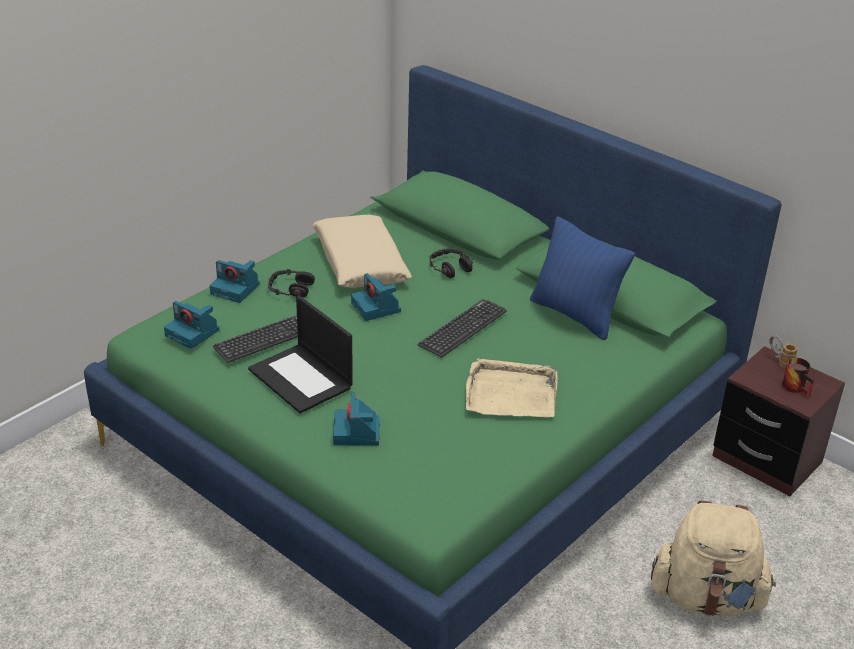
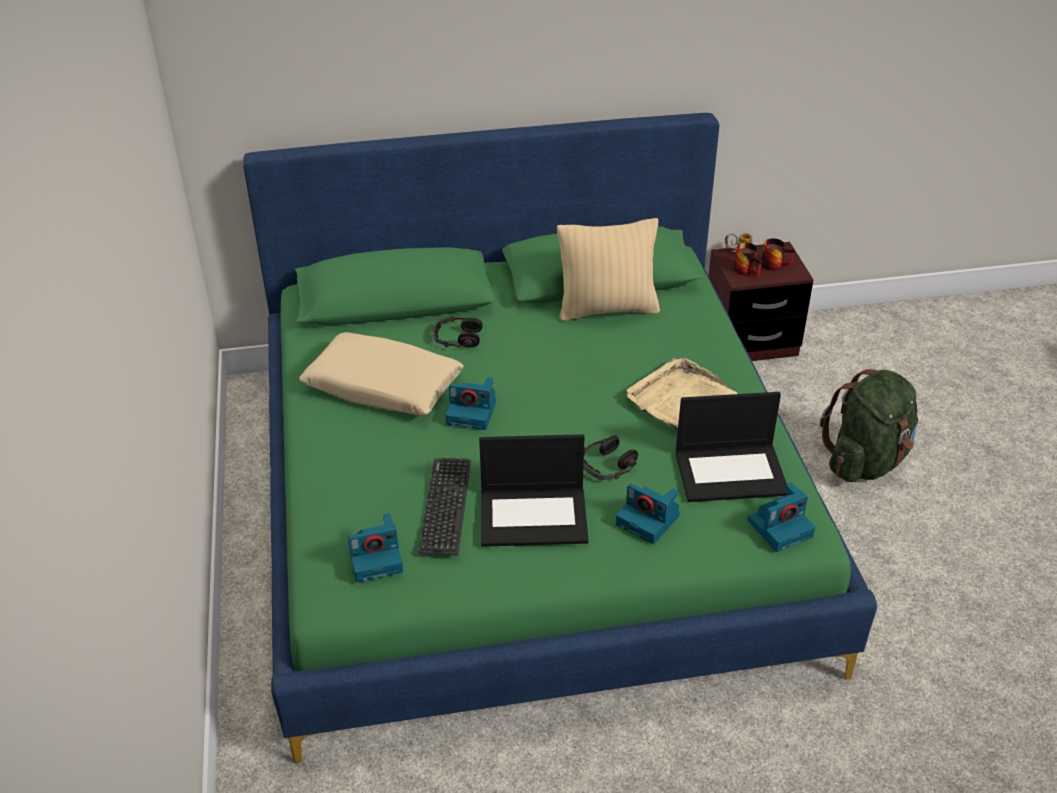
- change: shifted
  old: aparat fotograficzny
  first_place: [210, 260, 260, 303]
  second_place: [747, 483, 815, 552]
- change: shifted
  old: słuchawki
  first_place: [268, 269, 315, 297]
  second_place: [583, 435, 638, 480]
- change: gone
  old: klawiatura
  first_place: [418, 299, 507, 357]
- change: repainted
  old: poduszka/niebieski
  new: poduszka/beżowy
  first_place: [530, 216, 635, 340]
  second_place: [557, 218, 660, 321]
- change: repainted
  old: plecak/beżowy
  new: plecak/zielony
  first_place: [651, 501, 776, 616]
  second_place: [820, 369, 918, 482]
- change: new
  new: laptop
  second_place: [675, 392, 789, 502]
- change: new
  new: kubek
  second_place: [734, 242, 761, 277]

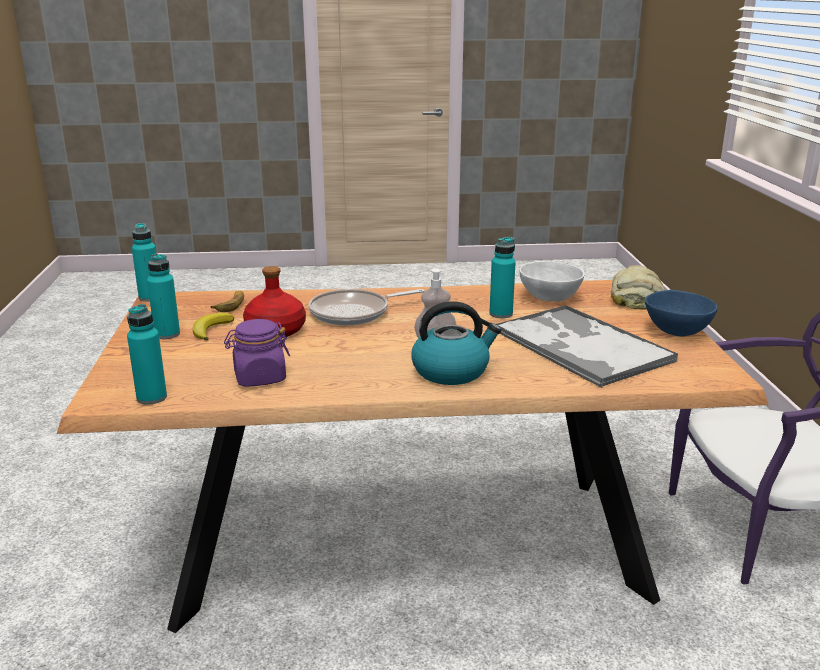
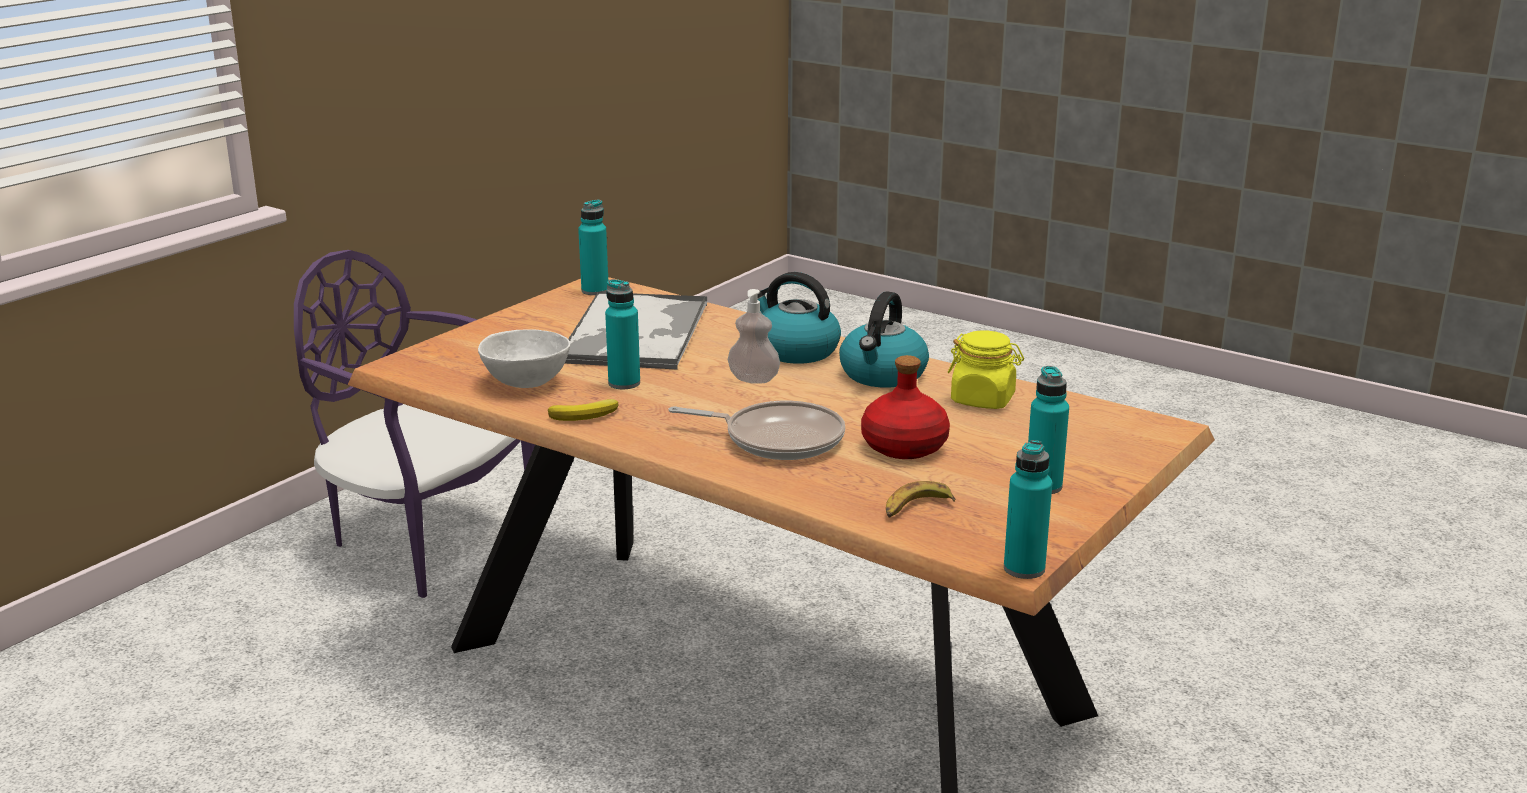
- change: shifted
  old: butelka/turkusowy
  first_place: [127, 304, 167, 405]
  second_place: [578, 200, 608, 295]
- change: shifted
  old: banan
  first_place: [193, 313, 234, 341]
  second_place: [548, 399, 619, 421]
- change: repainted
  old: słoik/fioletowy
  new: słoik/żółty
  first_place: [224, 319, 290, 387]
  second_place: [948, 330, 1024, 409]
- change: gone
  old: chleb
  first_place: [611, 265, 665, 310]
- change: gone
  old: miska/niebieski
  first_place: [645, 290, 718, 336]
- change: new
  new: czajnik
  second_place: [839, 291, 929, 387]

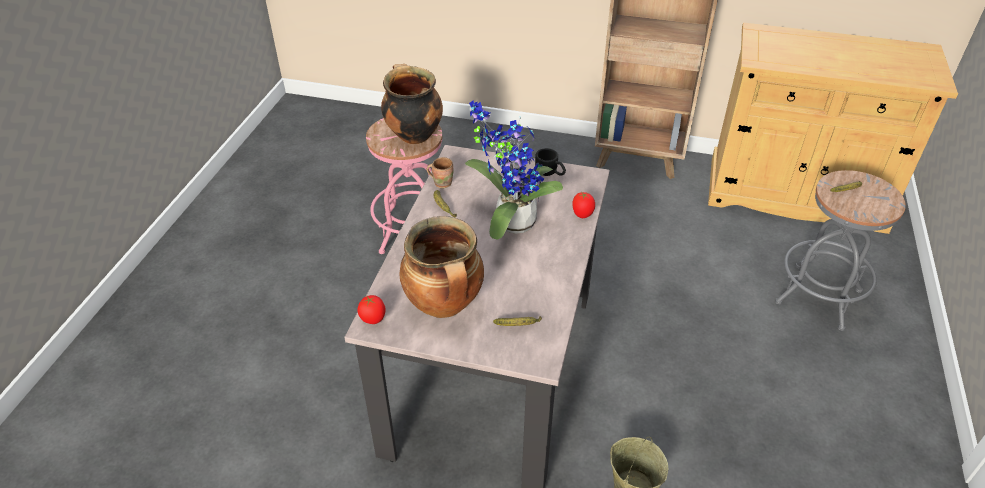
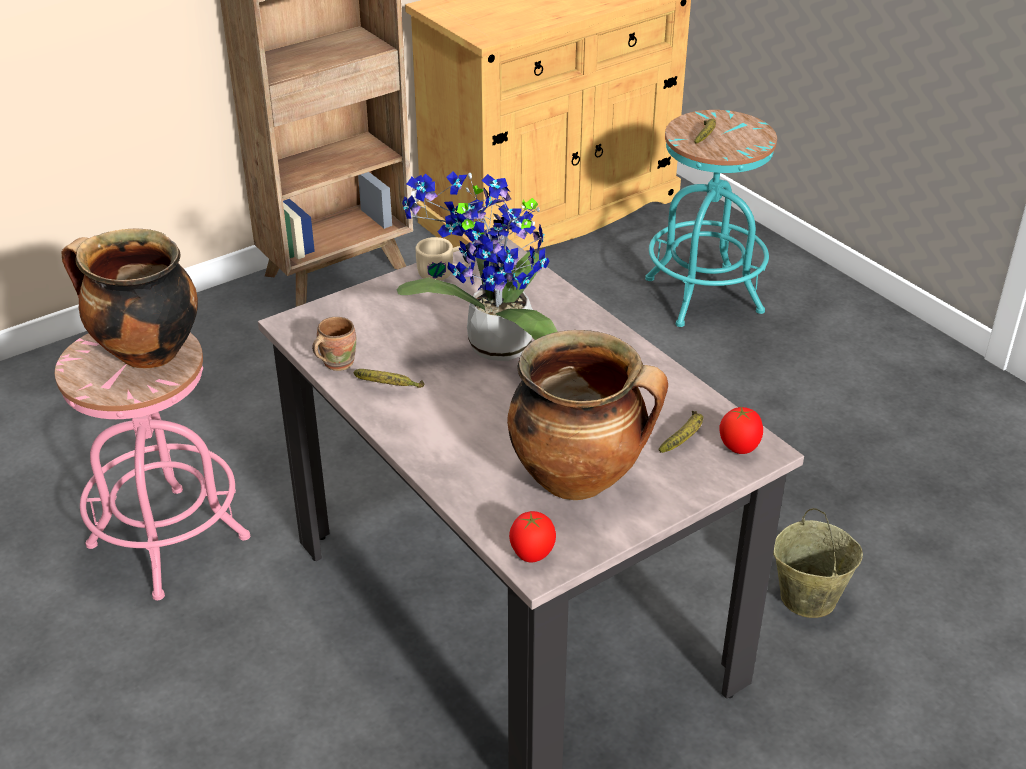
- change: repainted
  old: kubek/czarny
  new: kubek/beżowy
  first_place: [535, 148, 566, 176]
  second_place: [416, 237, 469, 281]
- change: shifted
  old: pomidor
  first_place: [572, 192, 595, 218]
  second_place: [720, 407, 763, 454]
- change: repainted
  old: stołek/szary
  new: stołek/turkusowy
  first_place: [775, 170, 906, 331]
  second_place: [645, 110, 777, 327]

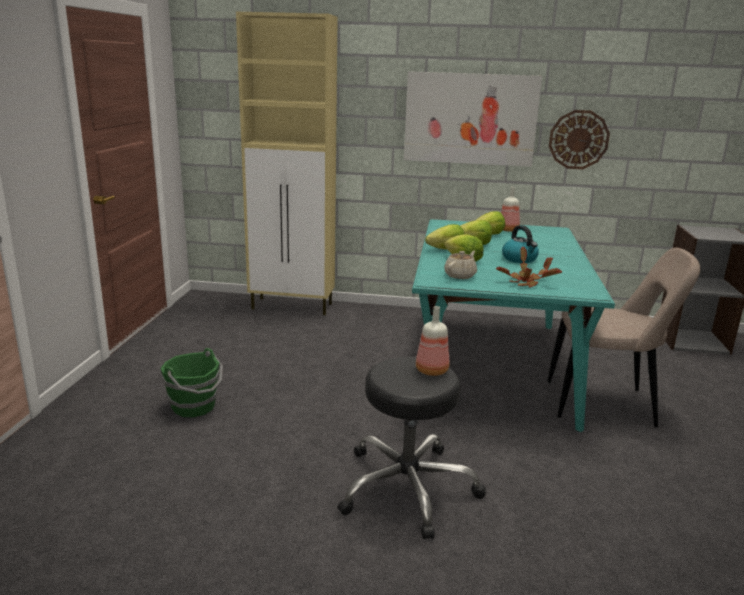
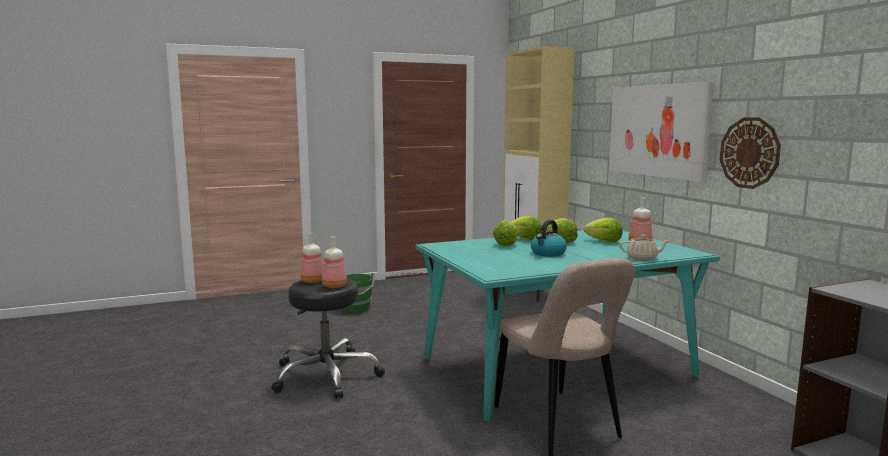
- change: shifted
  old: imbryk/beżowy
  first_place: [444, 251, 477, 279]
  second_place: [619, 235, 670, 260]
- change: gone
  old: roślina doniczkowa
  first_place: [496, 247, 562, 288]
- change: new
  new: butelka
  second_place: [300, 233, 323, 283]

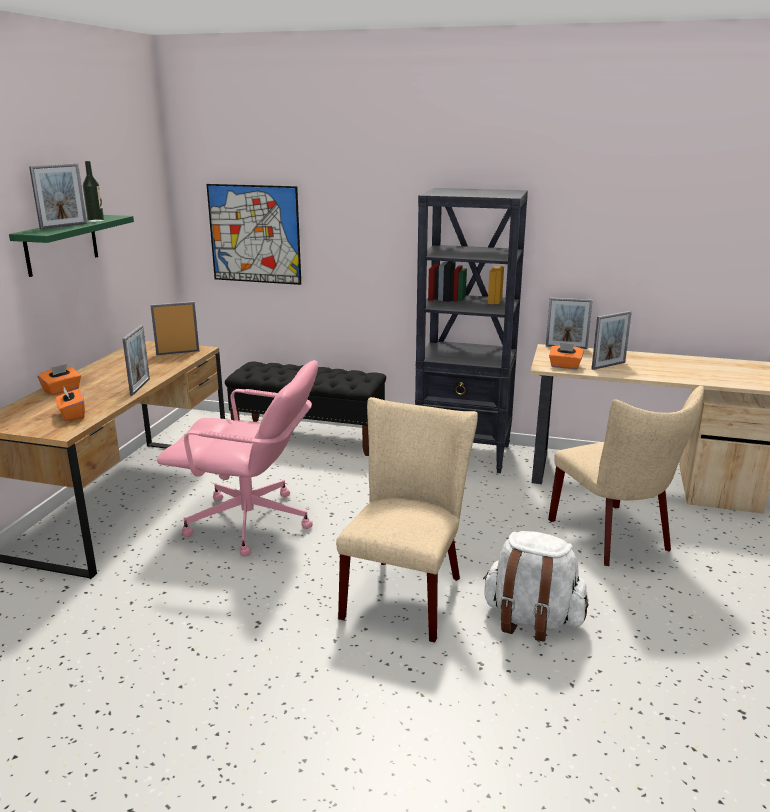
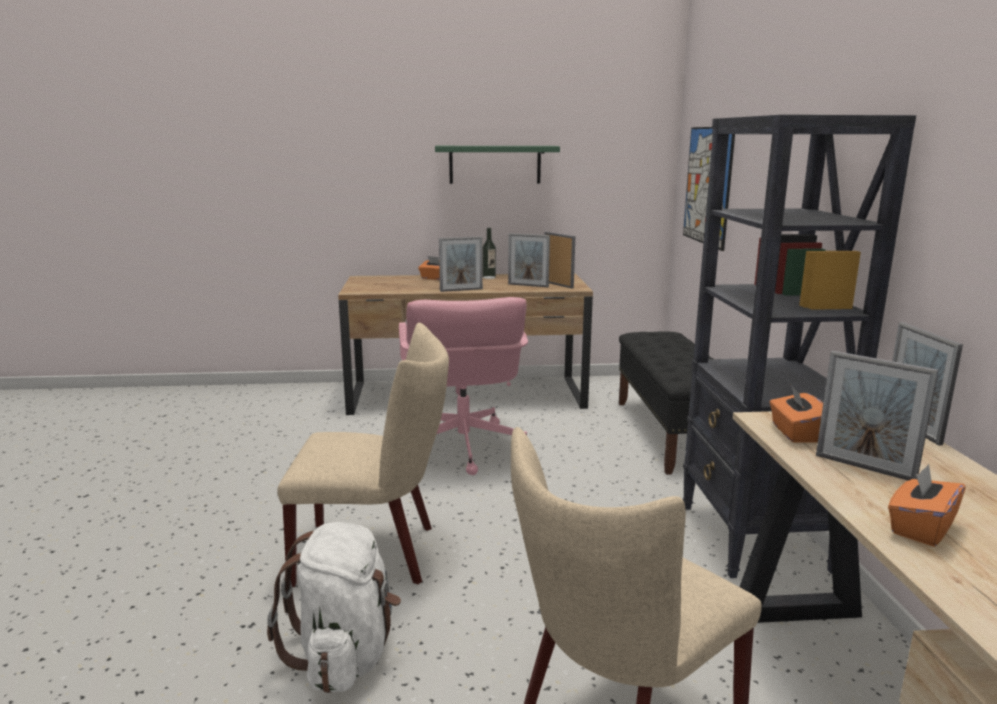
- change: shifted
  old: ramka na zdjęcie
  first_place: [29, 163, 87, 229]
  second_place: [508, 233, 550, 287]
- change: shifted
  old: pudełko chusteczek/pomarańczowy
  first_place: [56, 385, 85, 421]
  second_place: [888, 464, 966, 547]
- change: shifted
  old: butelka
  first_place: [83, 161, 104, 222]
  second_place: [482, 228, 496, 279]

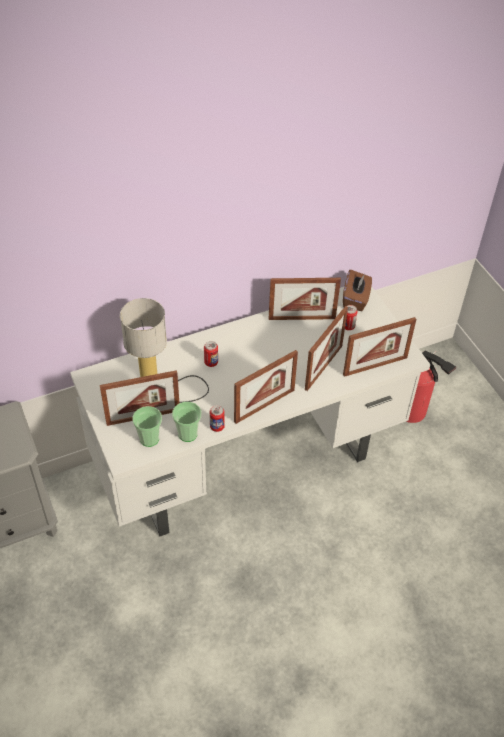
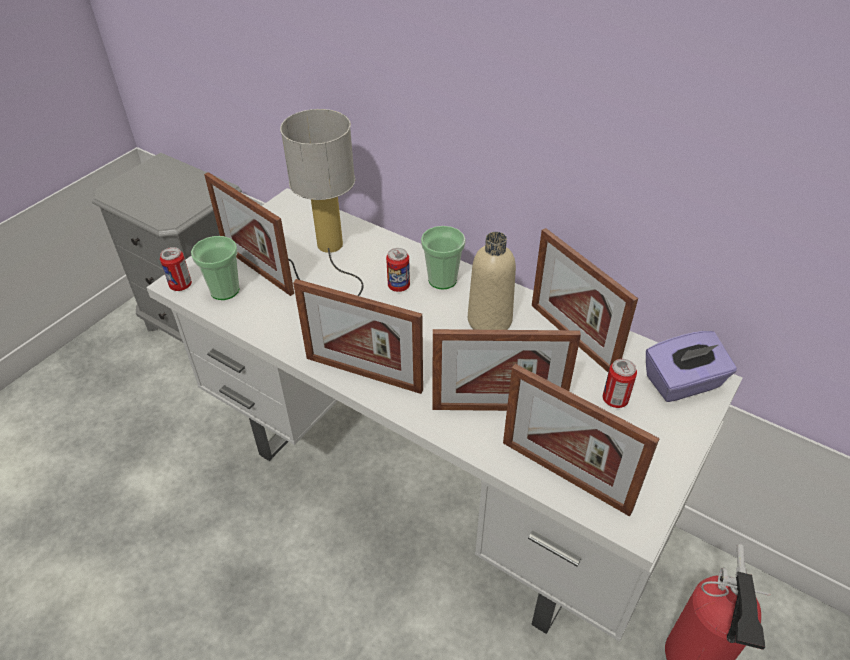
- change: shifted
  old: filiżanka
  first_place: [172, 402, 201, 442]
  second_place: [421, 226, 466, 290]
- change: shifted
  old: puszka
  first_place: [210, 405, 225, 432]
  second_place: [160, 247, 192, 291]
- change: repainted
  old: pudełko chusteczek/brązowy
  new: pudełko chusteczek/fioletowy
  first_place: [343, 270, 372, 311]
  second_place: [646, 331, 737, 402]
- change: new
  new: butelka/beżowy
  second_place: [468, 232, 516, 330]

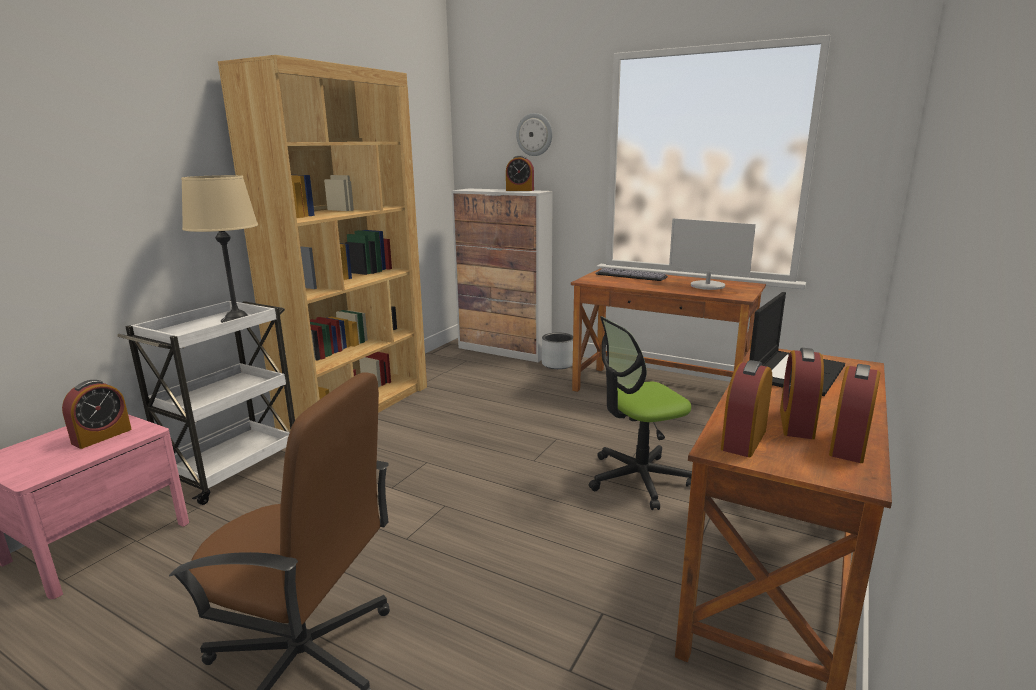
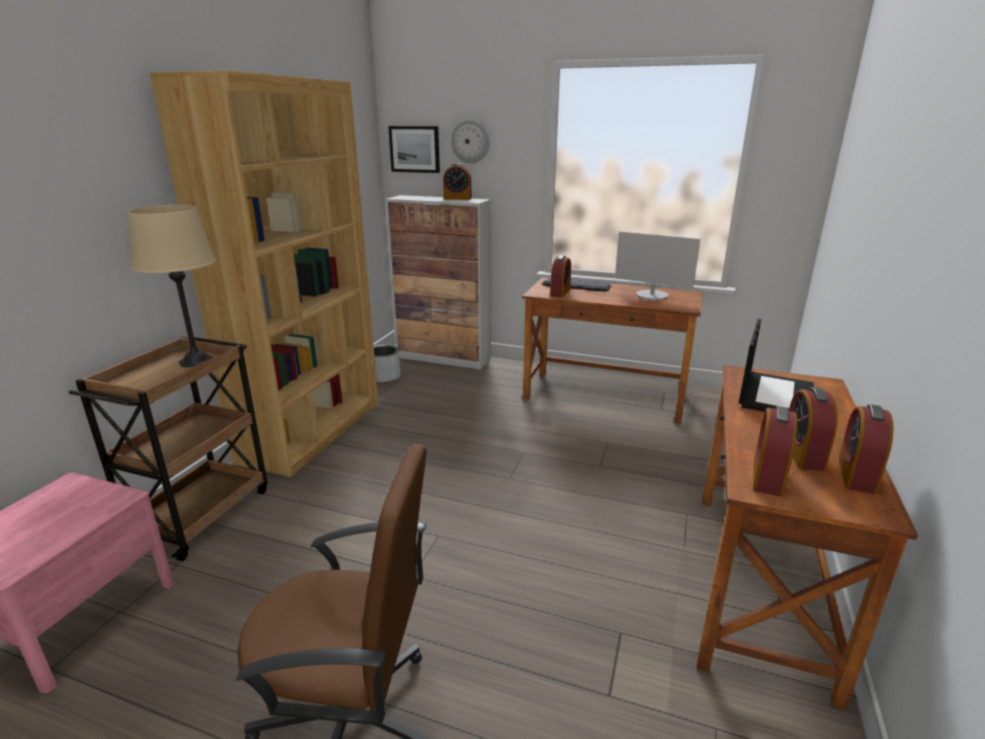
- change: shifted
  old: budzik
  first_place: [62, 380, 132, 449]
  second_place: [550, 255, 571, 297]
- change: repainted
  old: wózek/biały
  new: wózek/brązowy
  first_place: [117, 300, 295, 505]
  second_place: [69, 337, 267, 561]
- change: shifted
  old: donica/szary
  first_place: [542, 333, 573, 369]
  second_place: [374, 345, 401, 383]
- change: gone
  old: krzesło biurowe
  first_place: [589, 316, 692, 510]
- change: new
  new: obraz
  second_place: [388, 126, 440, 173]

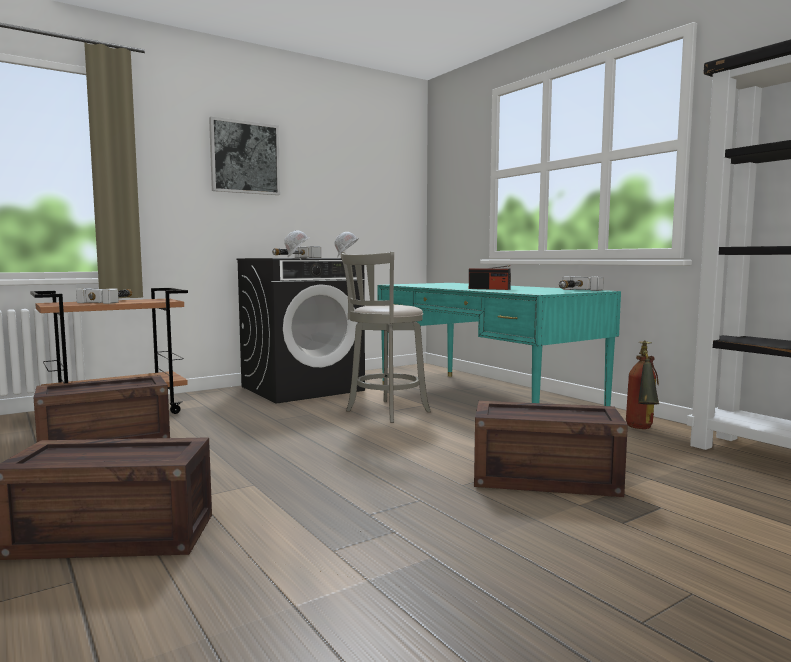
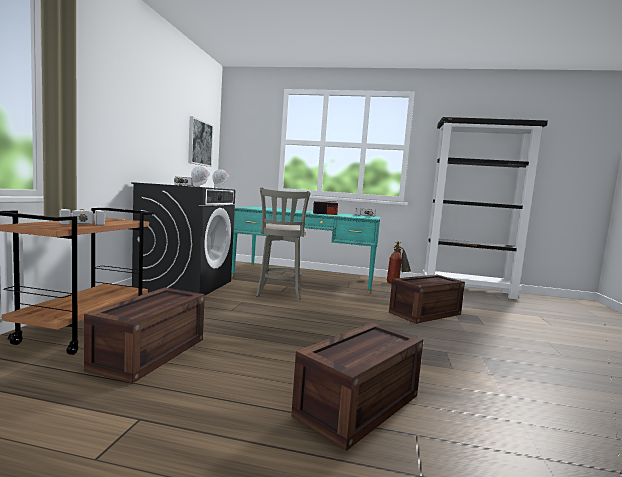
- change: shifted
  old: obraz
  first_place: [209, 117, 280, 195]
  second_place: [188, 116, 214, 167]

